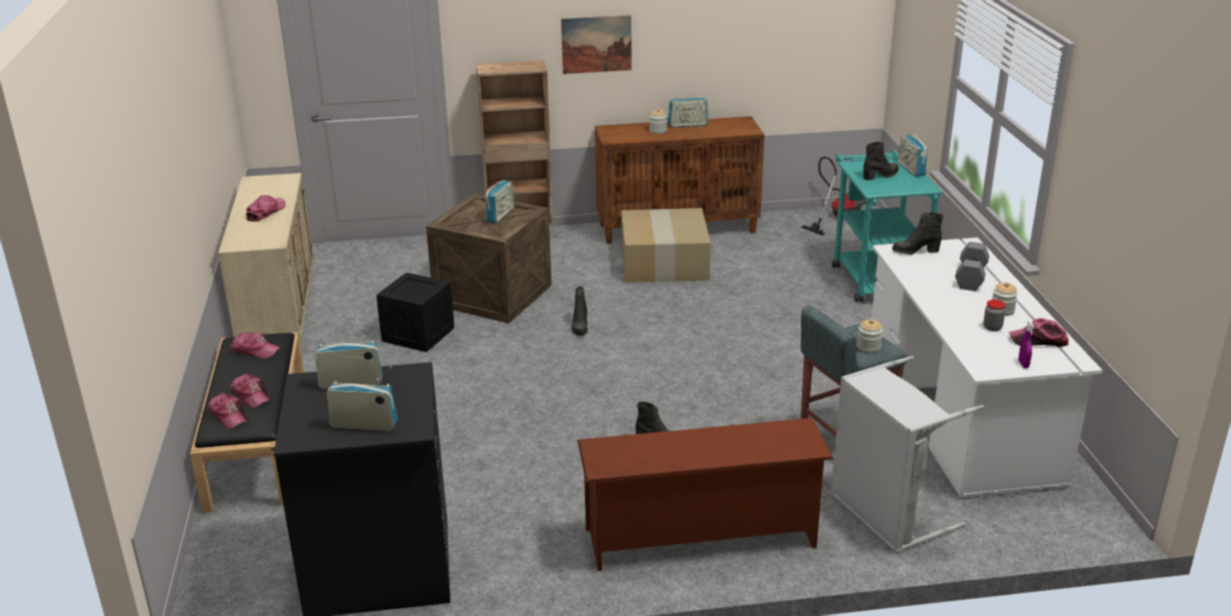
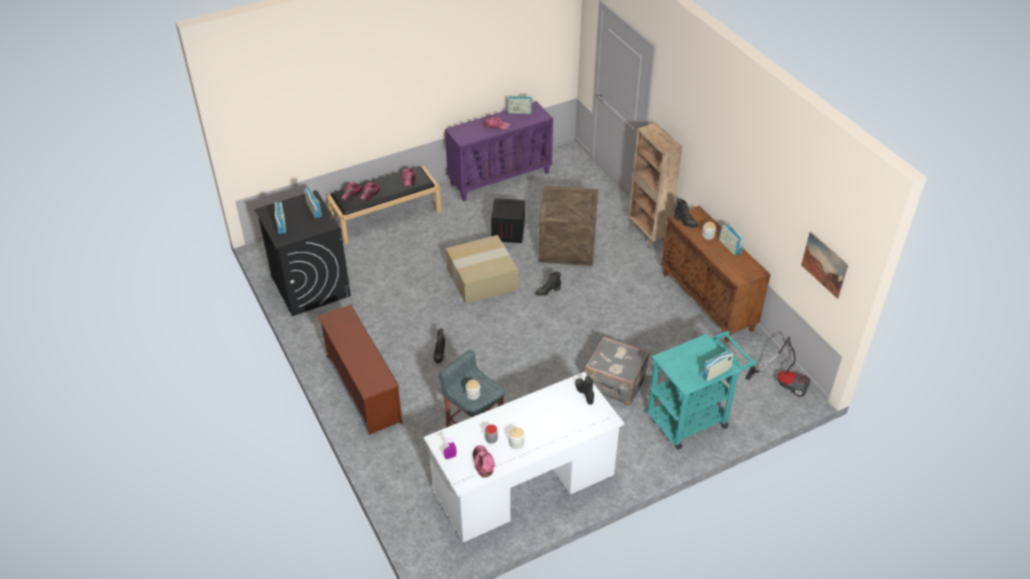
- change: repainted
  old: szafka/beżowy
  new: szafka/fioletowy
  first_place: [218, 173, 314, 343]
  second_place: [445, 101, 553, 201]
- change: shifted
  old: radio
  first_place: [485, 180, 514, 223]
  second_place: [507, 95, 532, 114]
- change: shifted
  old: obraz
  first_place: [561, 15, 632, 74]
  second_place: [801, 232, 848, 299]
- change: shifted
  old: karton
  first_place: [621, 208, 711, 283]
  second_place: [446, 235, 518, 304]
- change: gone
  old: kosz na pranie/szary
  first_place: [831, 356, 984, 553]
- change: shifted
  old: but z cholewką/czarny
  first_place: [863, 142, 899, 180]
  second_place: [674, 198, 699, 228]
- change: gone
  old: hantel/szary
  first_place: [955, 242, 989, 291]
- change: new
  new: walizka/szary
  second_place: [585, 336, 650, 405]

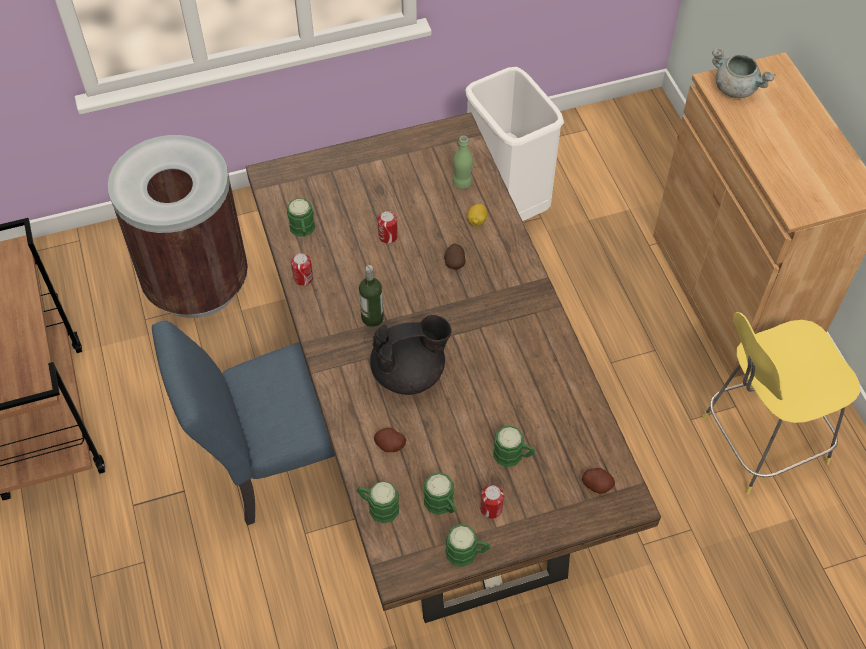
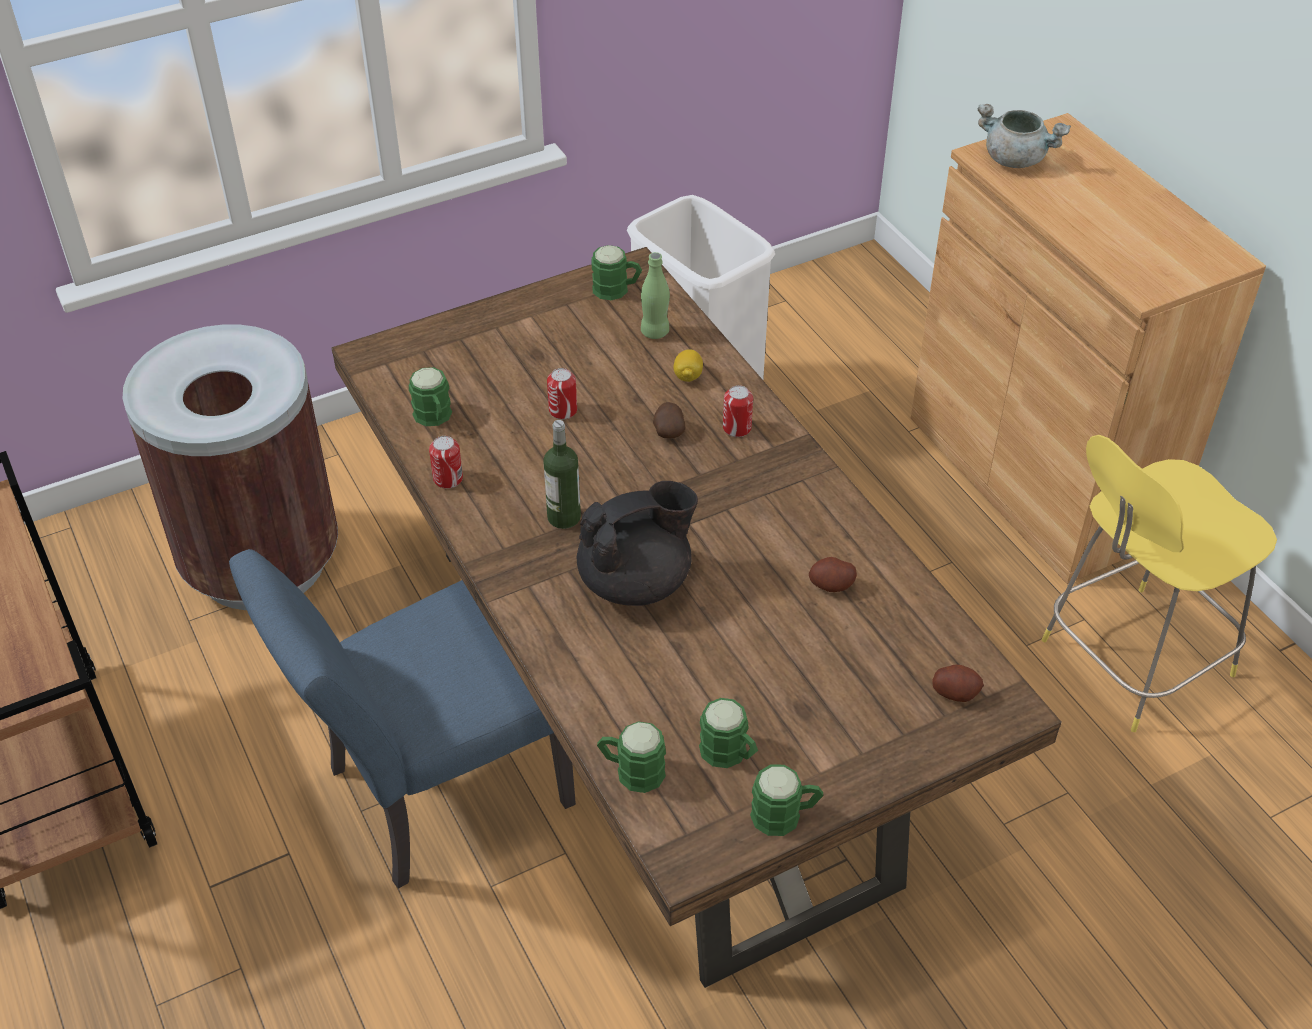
- change: shifted
  old: ziemniak
  first_place: [374, 428, 406, 452]
  second_place: [809, 557, 857, 592]
- change: shifted
  old: puszka
  first_place: [480, 485, 504, 519]
  second_place: [723, 385, 753, 437]
- change: shifted
  old: kubek/zielony
  first_place: [493, 425, 535, 467]
  second_place: [591, 245, 642, 300]

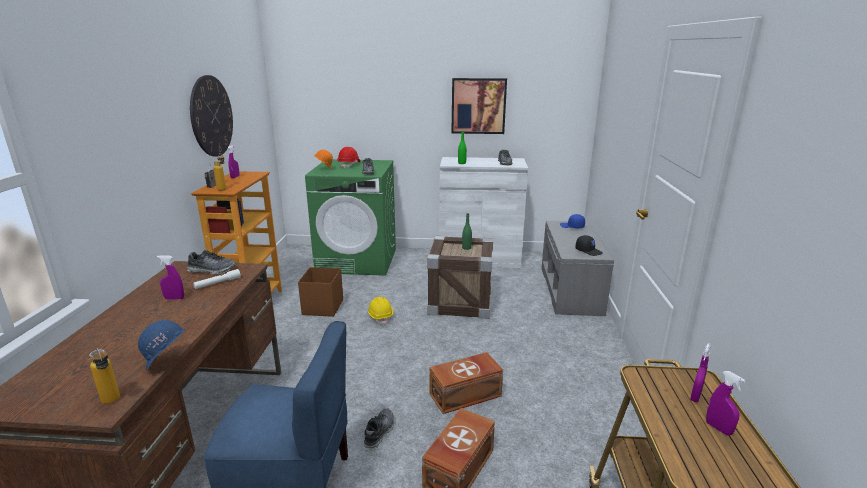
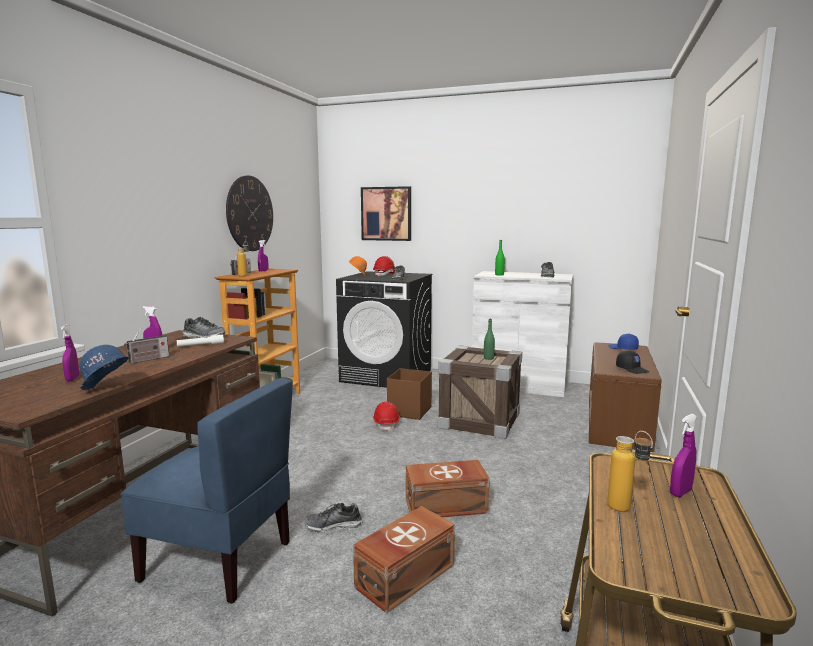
- change: shifted
  old: butelka
  first_place: [89, 348, 120, 404]
  second_place: [607, 431, 653, 512]
- change: shifted
  old: pojemnik do przechowywania/brązowy
  first_place: [298, 267, 343, 317]
  second_place: [387, 368, 432, 420]
- change: repainted
  old: pralka/zielony
  new: pralka/czarny
  first_place: [305, 159, 396, 276]
  second_place: [336, 271, 432, 388]
- change: rotated
  old: but
  first_place: [363, 408, 394, 450]
  second_place: [304, 503, 362, 533]
  degrees: -135
- change: repainted
  old: kask/żółty
  new: kask/czerwony
  first_place: [368, 297, 393, 325]
  second_place: [373, 402, 400, 432]
- change: shifted
  old: obraz
  first_place: [451, 78, 507, 134]
  second_place: [361, 186, 411, 241]
- change: repainted
  old: ławka/szary
  new: ławka/brązowy
  first_place: [541, 221, 614, 316]
  second_place: [589, 342, 662, 452]
- change: shifted
  old: spryskiwacz/fioletowy
  first_place: [706, 371, 746, 435]
  second_place: [61, 324, 79, 381]
- change: new
  new: radio
  second_place: [123, 328, 169, 364]

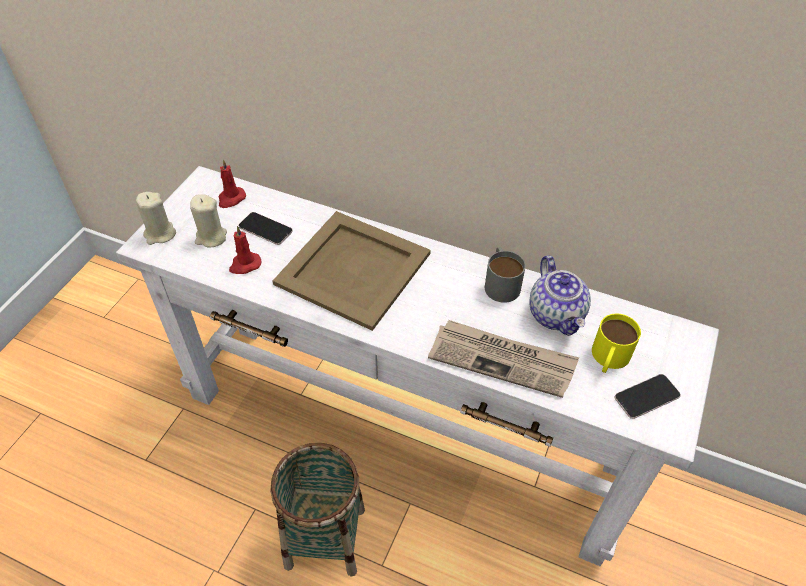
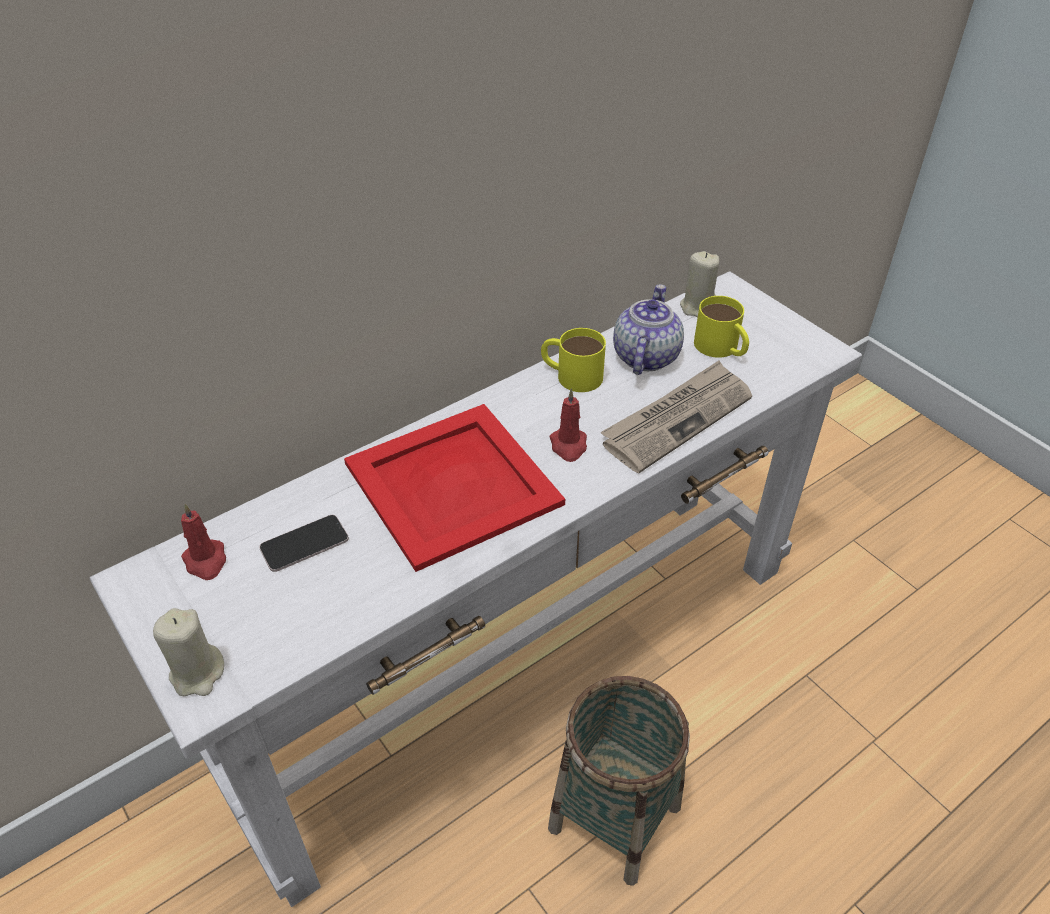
- change: shifted
  old: świeca/beżowy
  first_place: [190, 194, 227, 247]
  second_place: [680, 251, 719, 318]
- change: shifted
  old: świeca/czerwony
  first_place: [229, 226, 262, 274]
  second_place: [550, 389, 587, 462]
- change: repainted
  old: taca/beżowy
  new: taca/czerwony
  first_place: [273, 211, 431, 331]
  second_place: [344, 404, 565, 572]
- change: repainted
  old: kubek/szary
  new: kubek/żółty
  first_place: [485, 247, 526, 303]
  second_place: [541, 328, 606, 392]
- change: rotated
  old: imbryk
  first_place: [529, 255, 591, 336]
  second_place: [613, 284, 684, 375]
  degrees: -90
- change: gone
  old: telefon
  first_place: [614, 374, 681, 419]

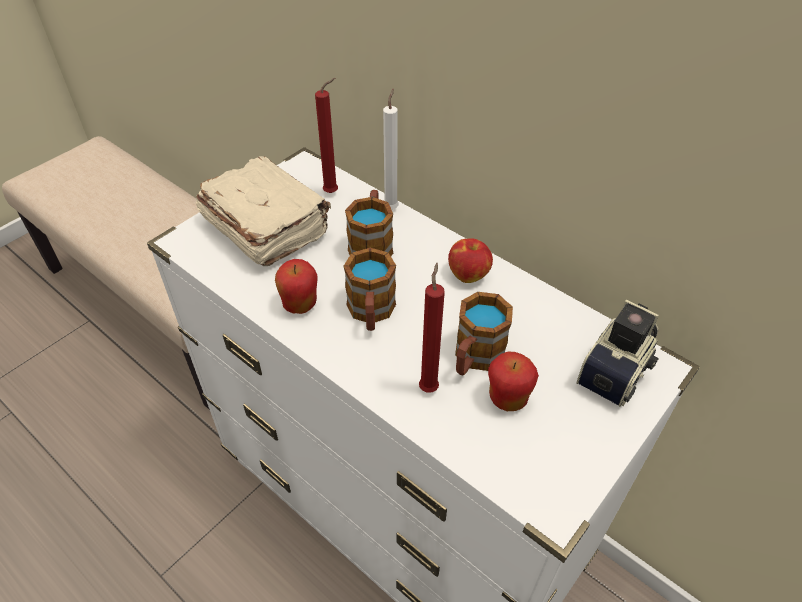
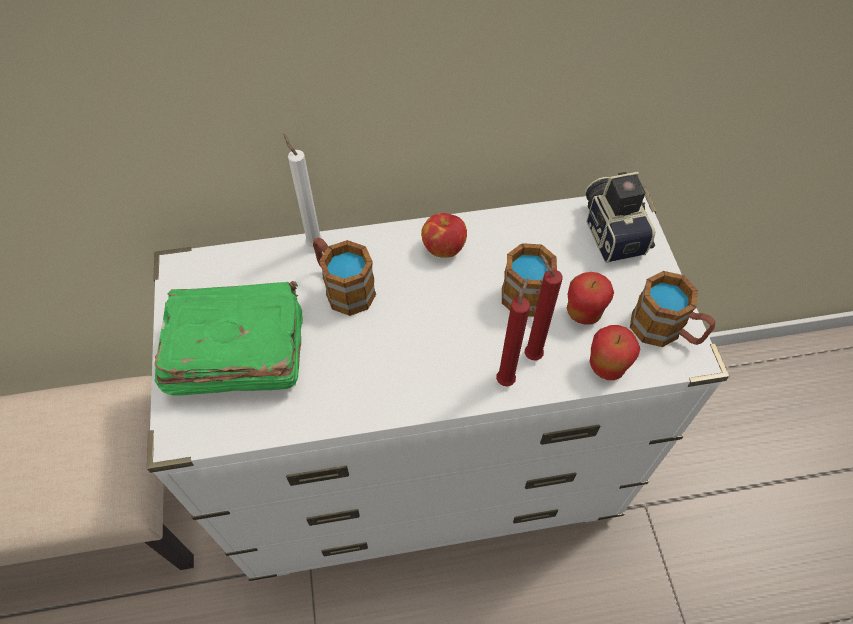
- change: repainted
  old: książka/beżowy
  new: książka/zielony
  first_place: [196, 156, 331, 266]
  second_place: [155, 281, 303, 395]
- change: shifted
  old: jabłko
  first_place: [275, 259, 318, 314]
  second_place: [590, 325, 640, 380]
- change: shifted
  old: świeca/czerwony
  first_place: [315, 78, 338, 193]
  second_place: [496, 278, 530, 386]
- change: shifted
  old: kubek
  first_place: [344, 248, 396, 331]
  second_place: [630, 271, 715, 347]

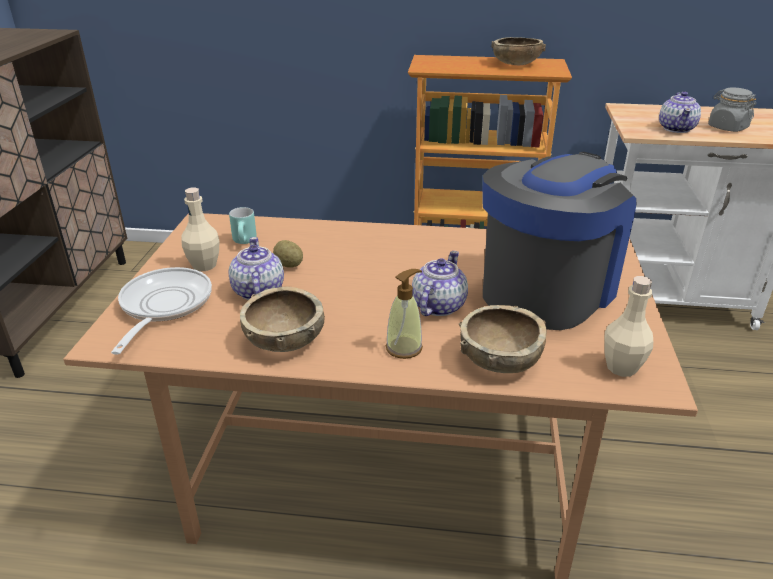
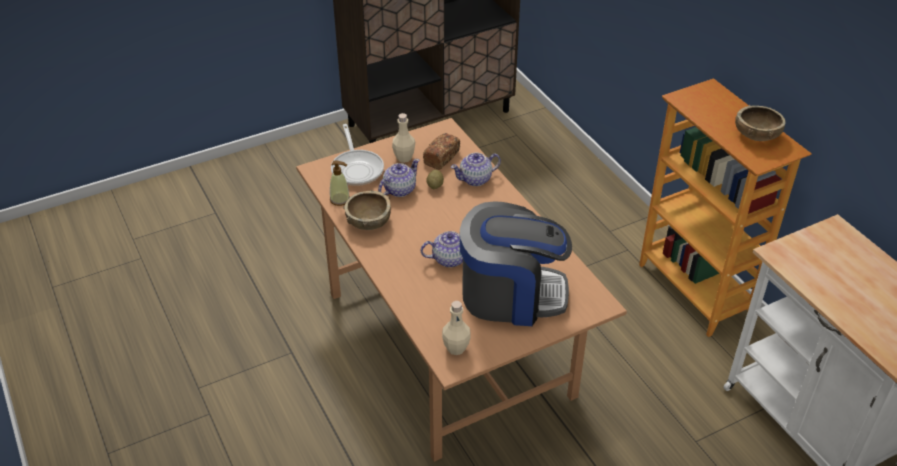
- change: rotated
  old: patelnia
  first_place: [111, 267, 212, 355]
  second_place: [331, 124, 384, 186]
  degrees: 105
- change: swapped
  old: kubek/turkusowy
  new: chleb
  first_place: [229, 207, 257, 244]
  second_place: [423, 133, 460, 170]
- change: shifted
  old: dozownik mydła
  first_place: [385, 269, 423, 359]
  second_place: [330, 160, 350, 206]
- change: gone
  old: miska/brązowy
  first_place: [459, 305, 547, 373]
- change: shifted
  old: imbryk
  first_place: [659, 92, 701, 133]
  second_place: [451, 153, 501, 186]
- change: gone
  old: słoik/szary
  first_place: [708, 87, 757, 132]

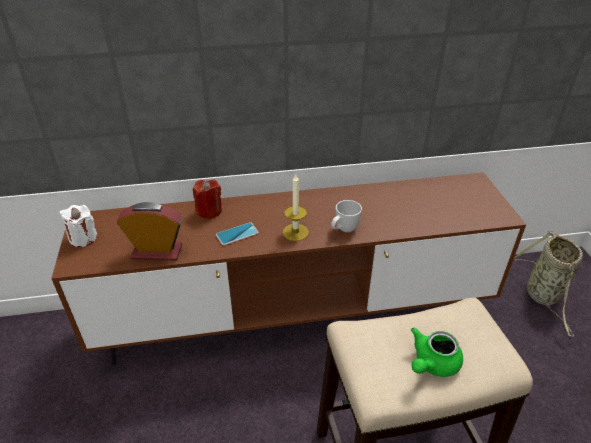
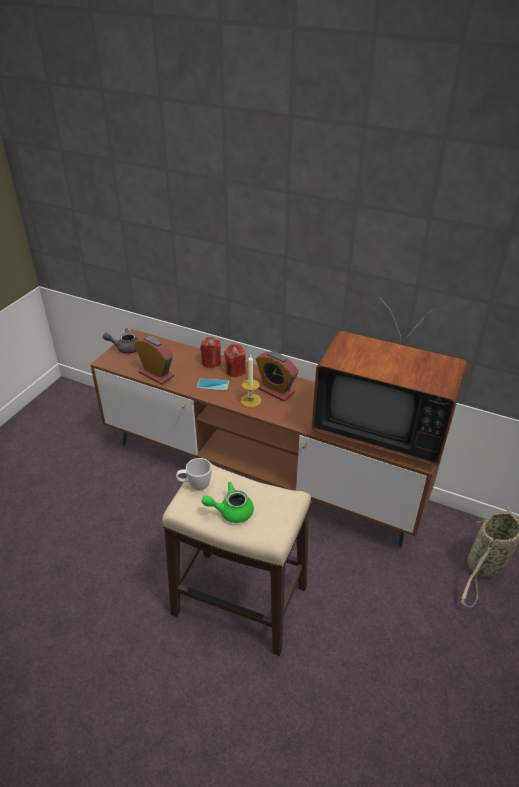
- change: swapped
  old: świeca/biały
  new: imbryk/szary
  first_place: [60, 205, 98, 247]
  second_place: [103, 328, 139, 354]
- change: shifted
  old: kubek/biały
  first_place: [331, 200, 362, 232]
  second_place: [176, 458, 212, 490]
- change: new
  new: świeca/czerwony
  second_place: [224, 344, 246, 377]
- change: new
  new: budzik
  second_place: [256, 352, 298, 402]
- change: new
  new: telewizor
  second_place: [312, 296, 467, 466]

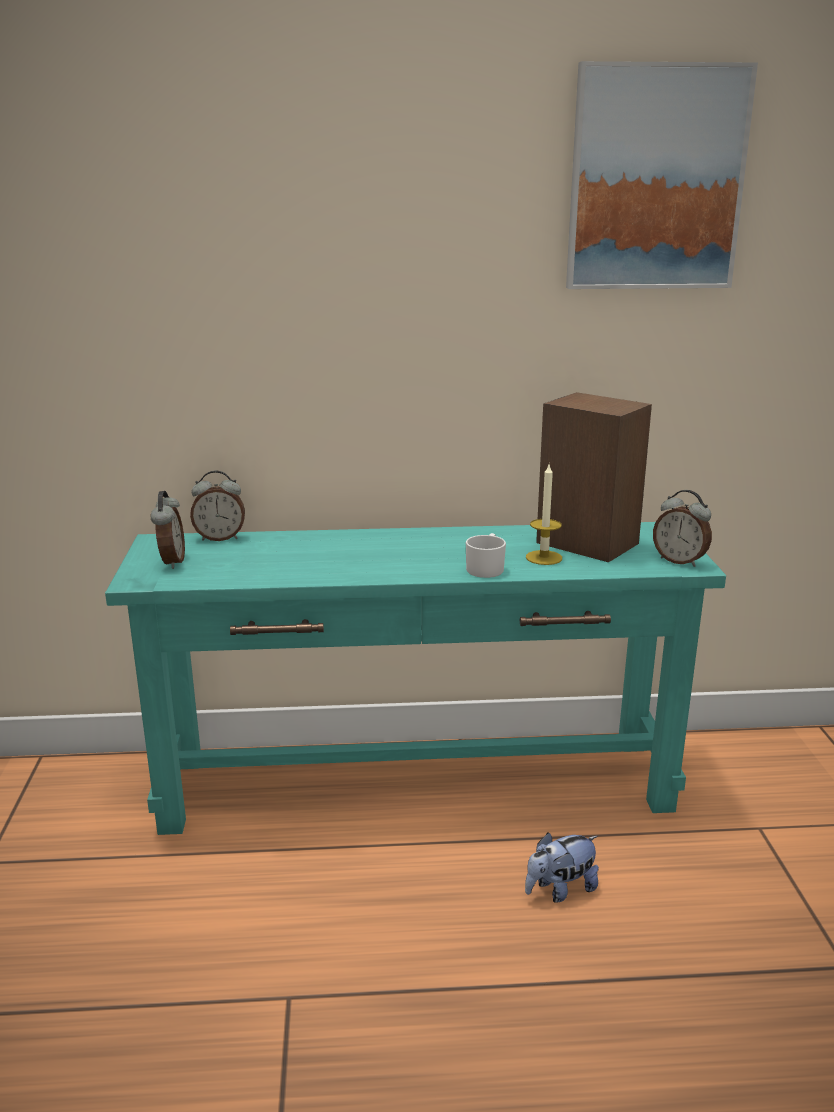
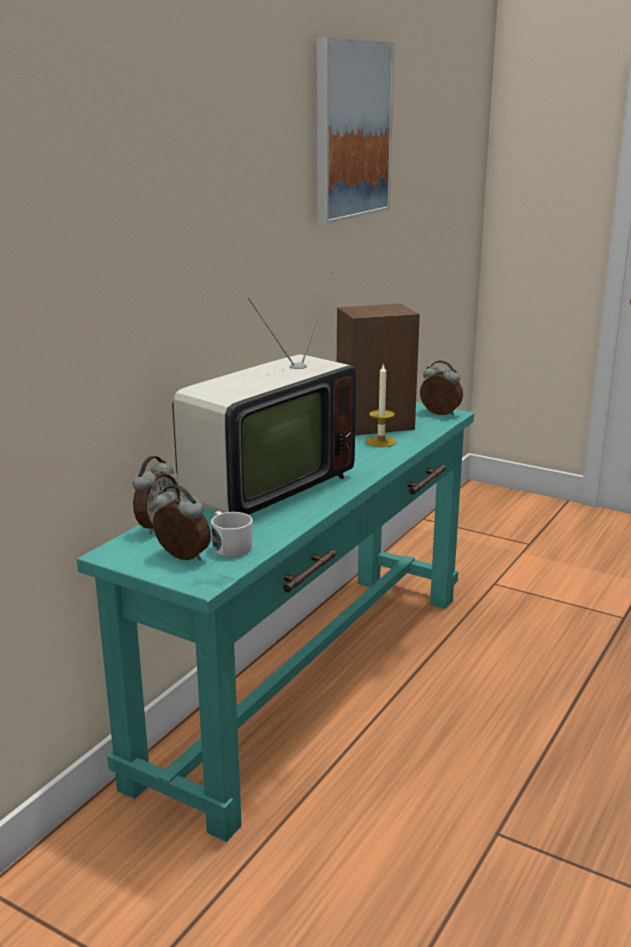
- change: shifted
  old: kubek/biały
  first_place: [466, 533, 506, 578]
  second_place: [211, 511, 253, 557]
- change: gone
  old: pluszak
  first_place: [525, 833, 599, 903]
- change: rotated
  old: budzik
  first_place: [653, 490, 712, 567]
  second_place: [420, 360, 463, 415]
  degrees: -135
- change: new
  new: telewizor
  second_place: [172, 272, 356, 515]

